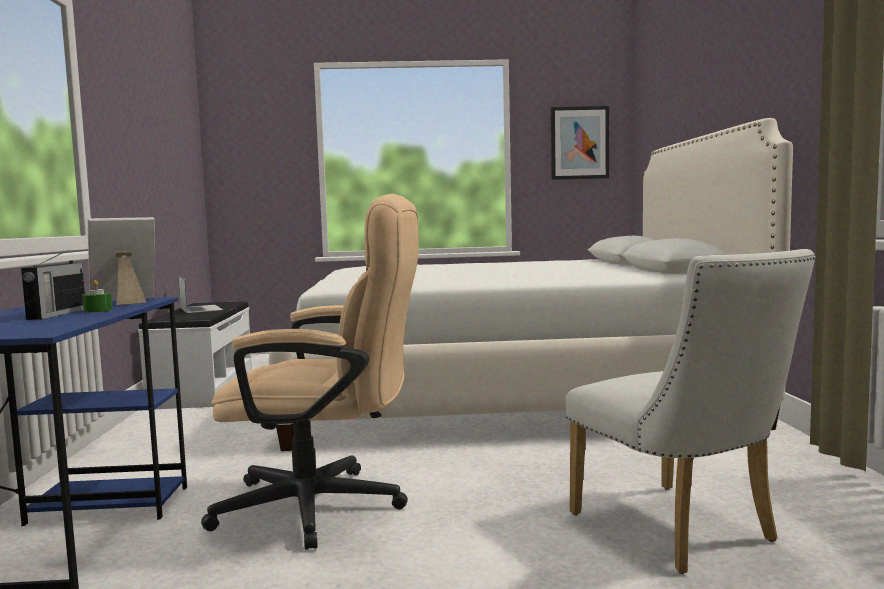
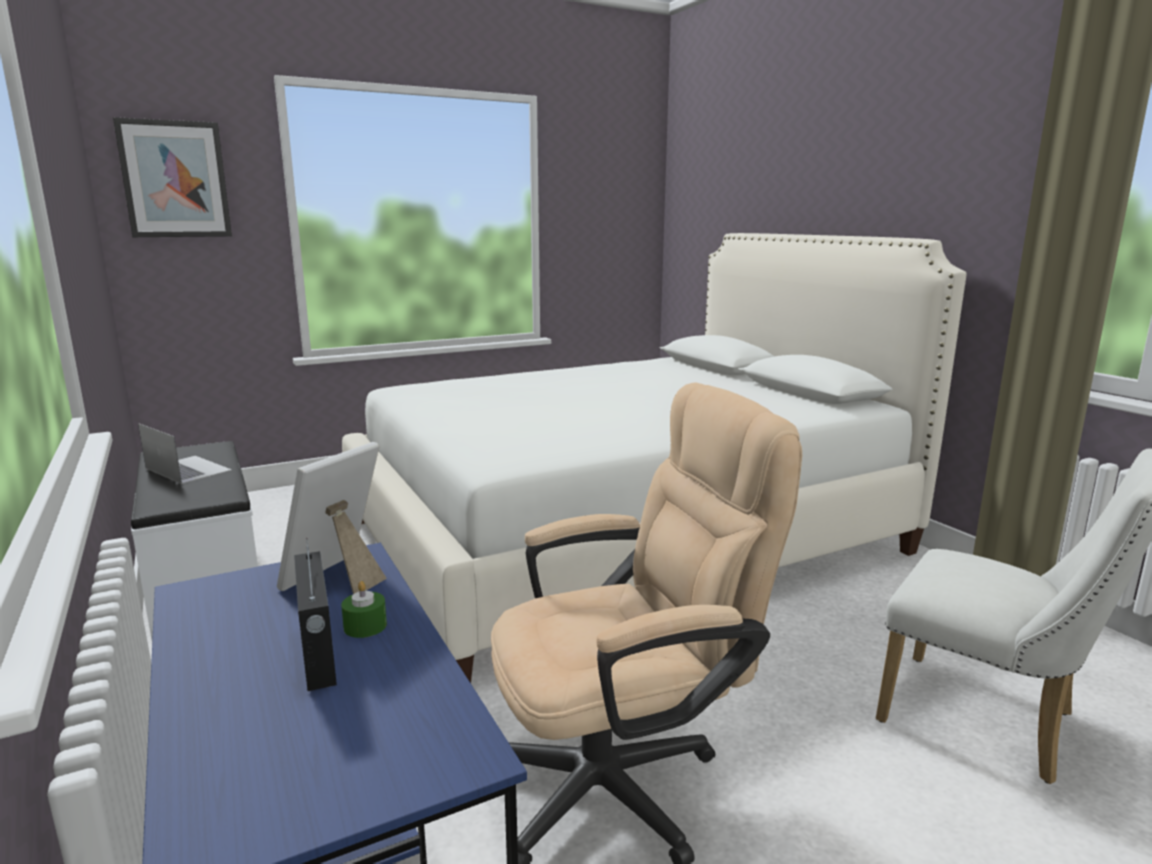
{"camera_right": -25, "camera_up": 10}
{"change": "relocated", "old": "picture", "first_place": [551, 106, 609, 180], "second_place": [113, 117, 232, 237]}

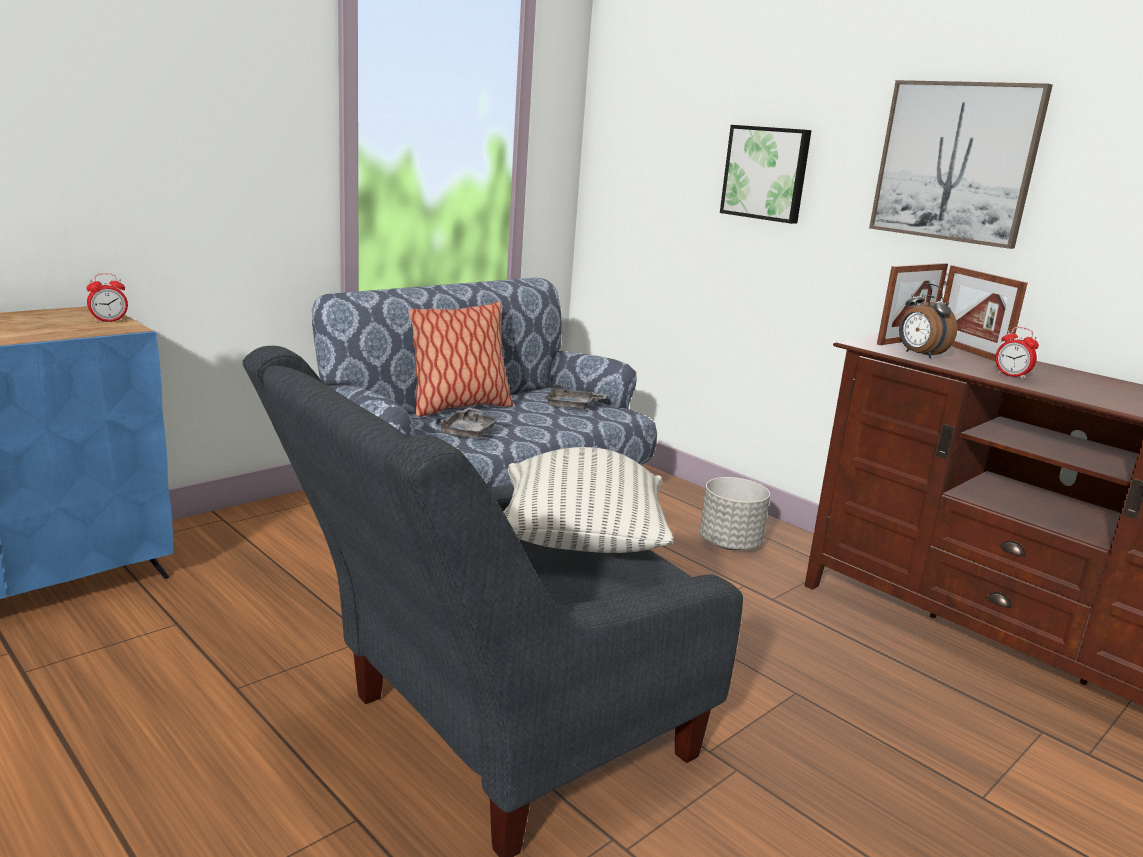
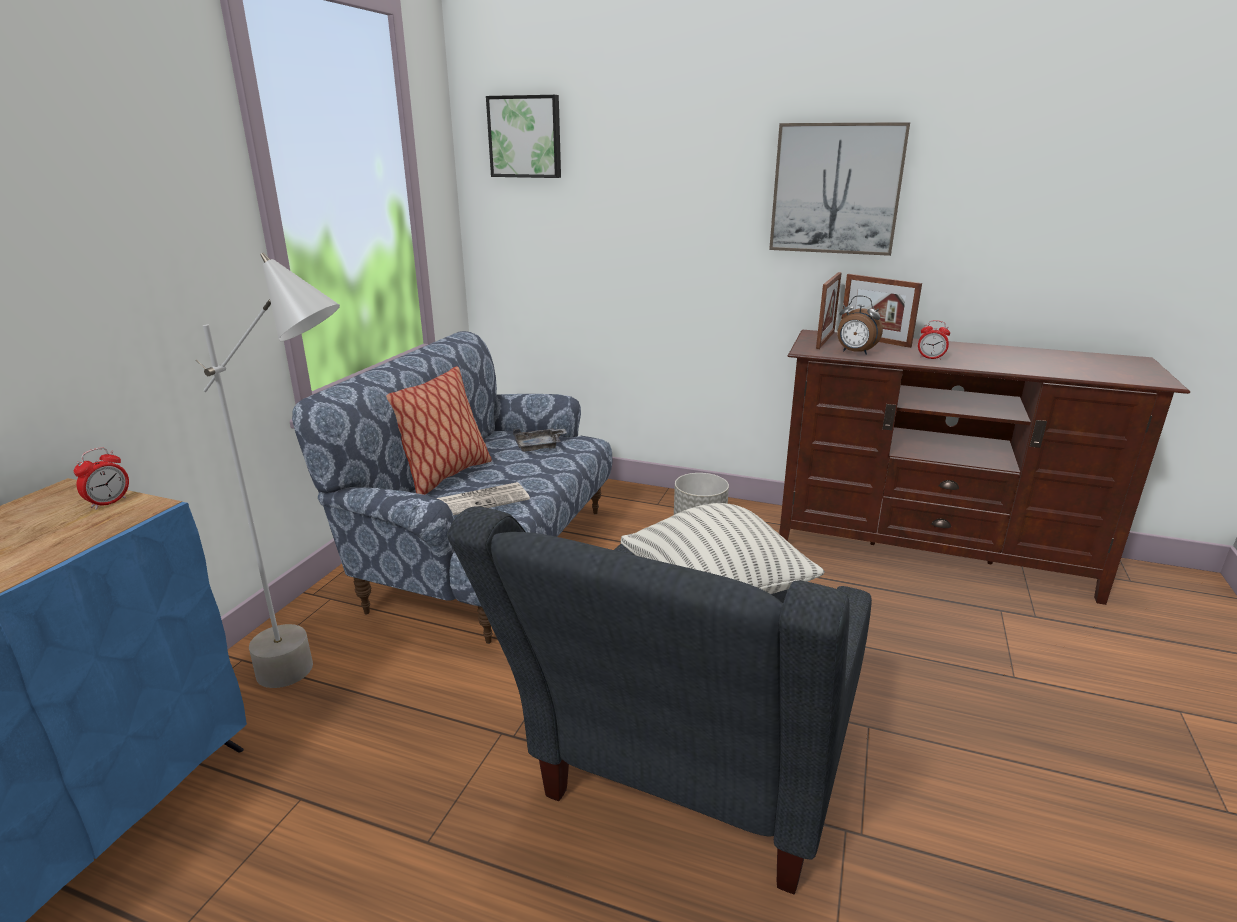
{"camera_right": -25, "camera_up": 5}
{"change": "relocated", "old": "picture", "first_place": [720, 125, 812, 224], "second_place": [486, 95, 561, 178]}
{"change": "exchanged", "old": "serving tray/greyish", "new": "newspaper", "first_place": [436, 407, 501, 438], "second_place": [436, 482, 530, 516]}
{"change": "appeared", "new": "floor lamp/greyish", "second_place": [196, 253, 340, 688]}

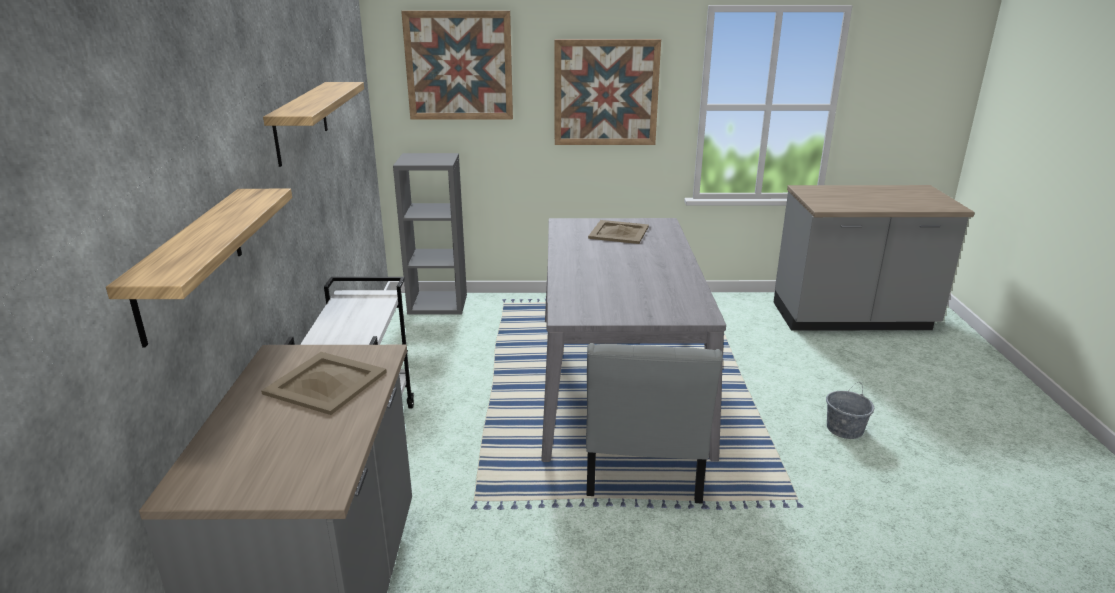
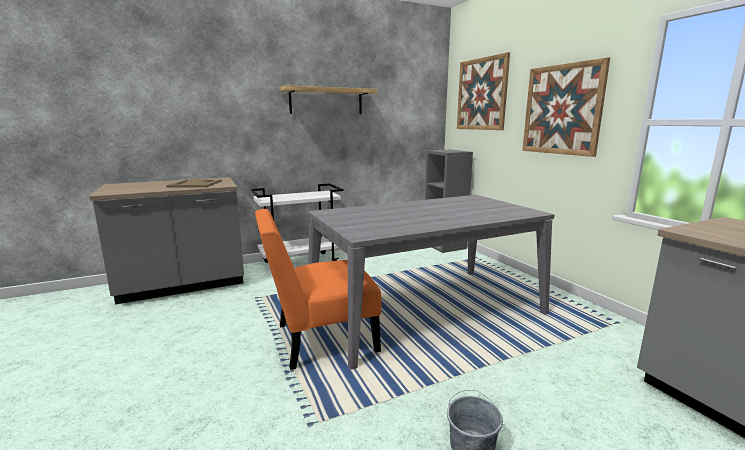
{"camera_right": 65, "camera_up": -10}
{"change": "missing", "old": "bracket shelf", "first_place": [106, 189, 292, 348]}
{"change": "missing", "old": "serving tray/sand-coloured", "first_place": [588, 220, 649, 244]}
{"change": "colour", "old": "plain chair/greyish", "new": "plain chair/orange-coloured", "first_place": [586, 343, 722, 504], "second_place": [255, 209, 381, 370]}

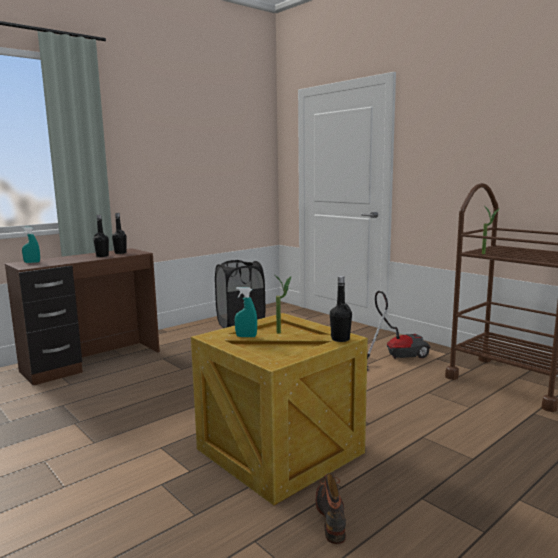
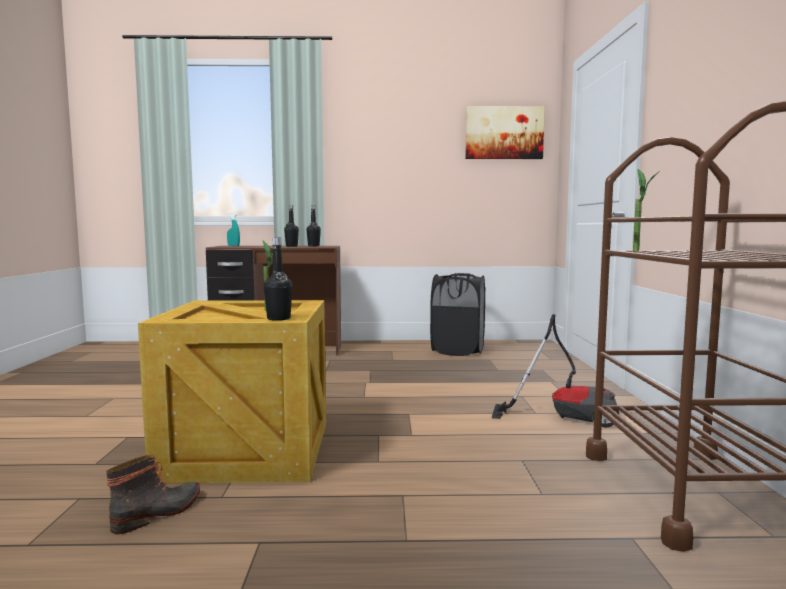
{"camera_right": 40, "camera_up": -5}
{"change": "missing", "old": "hand sprayer/turquoise-coloured", "first_place": [235, 287, 257, 337]}
{"change": "appeared", "new": "picture", "second_place": [465, 106, 545, 159]}

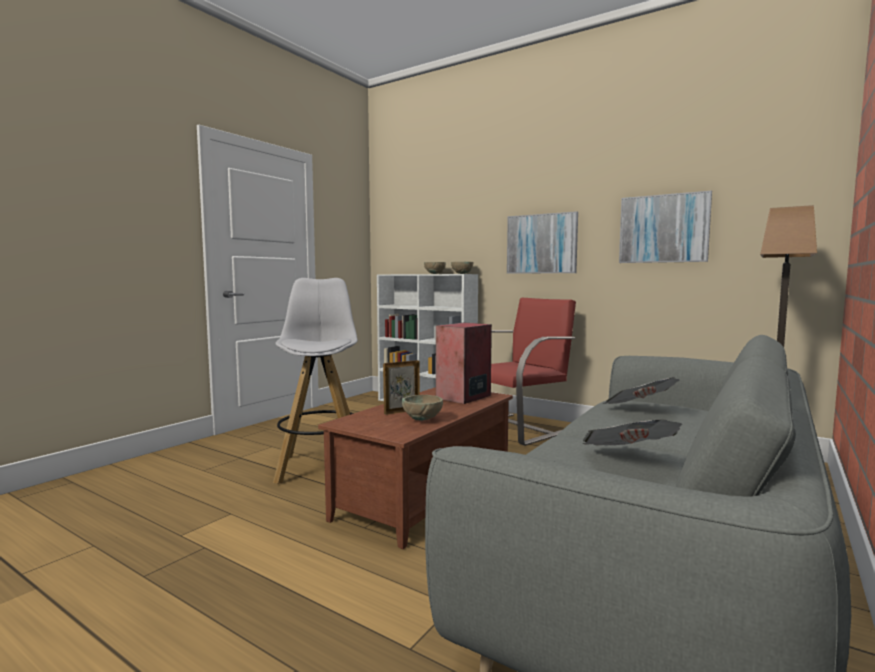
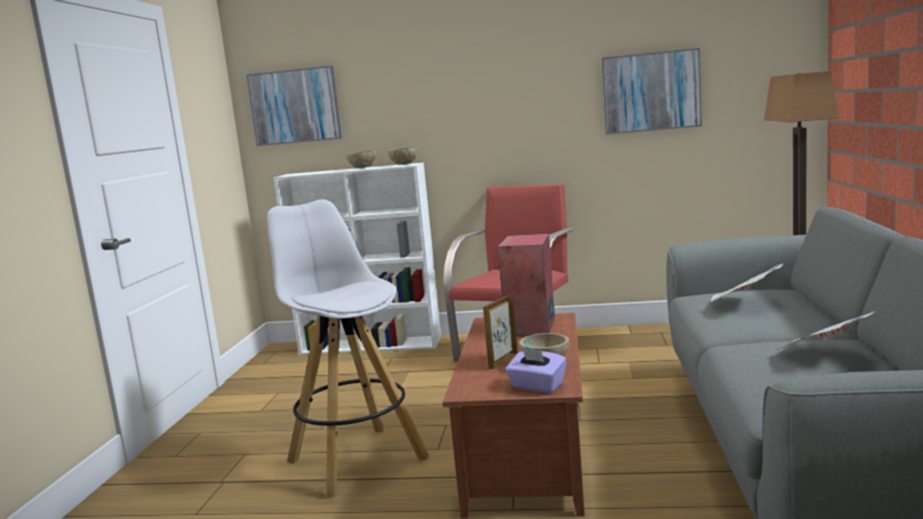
{"camera_right": -25, "camera_up": 5}
{"change": "relocated", "old": "picture", "first_place": [507, 211, 578, 274], "second_place": [247, 66, 342, 146]}
{"change": "appeared", "new": "tissue box/purple-coloured", "second_place": [506, 347, 567, 393]}

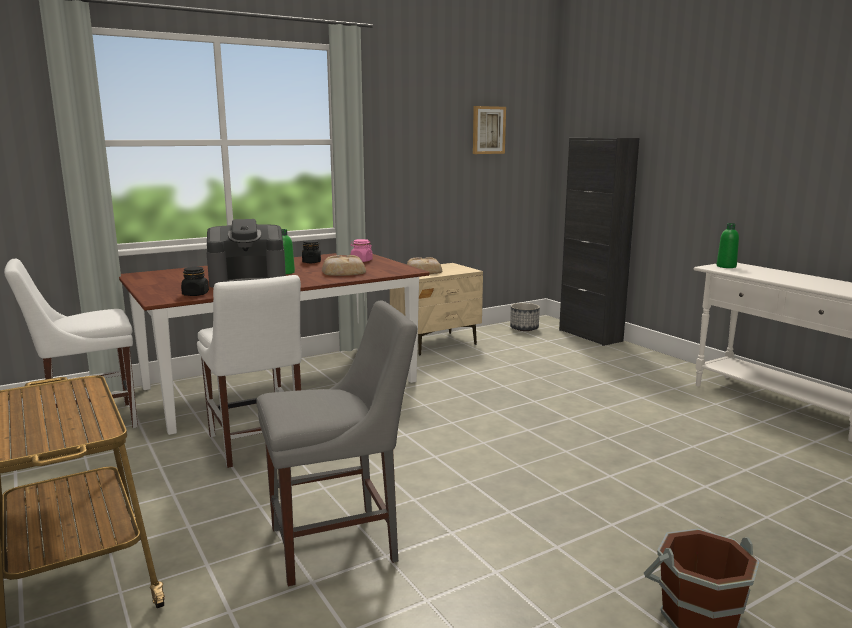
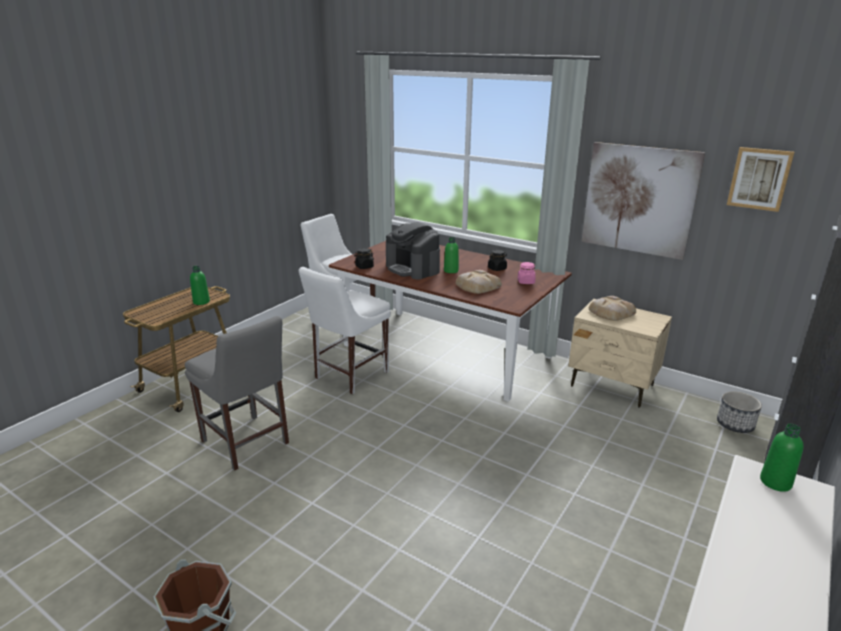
{"camera_right": 65, "camera_up": 10}
{"change": "appeared", "new": "picture", "second_place": [582, 142, 705, 260]}
{"change": "appeared", "new": "beverage bottle/green", "second_place": [190, 266, 210, 305]}

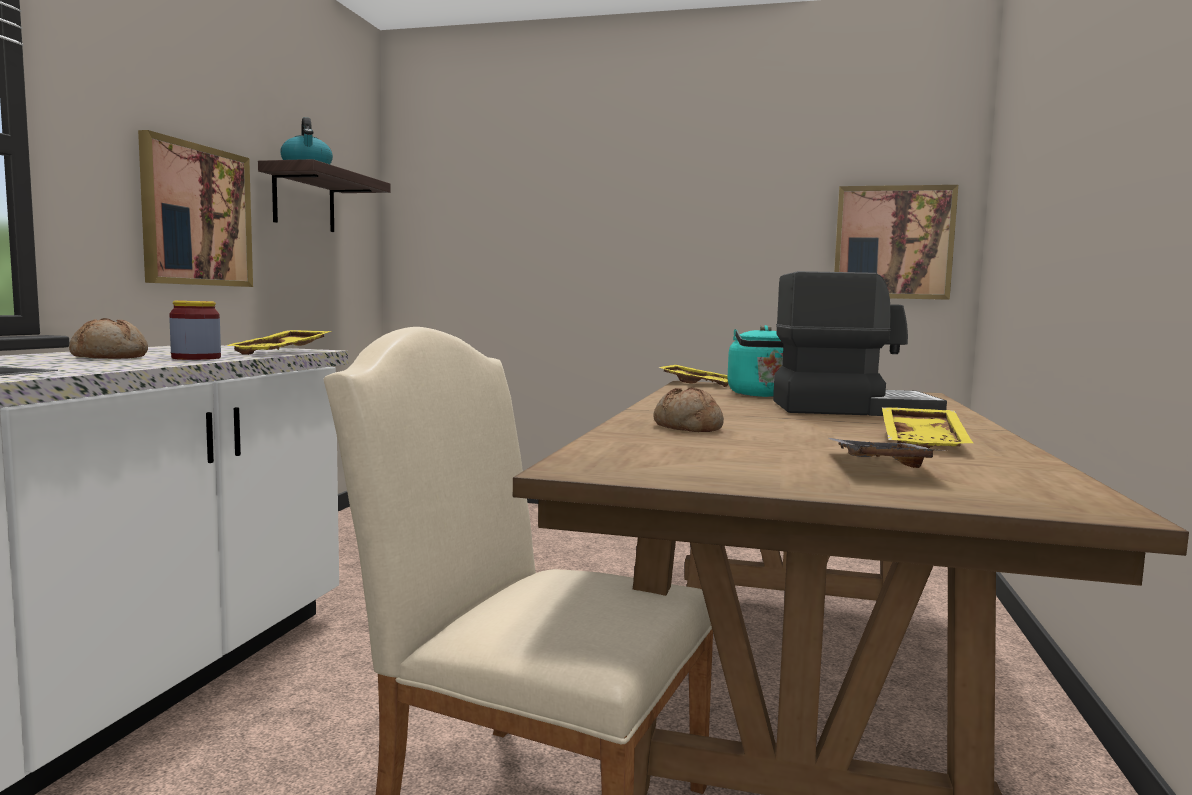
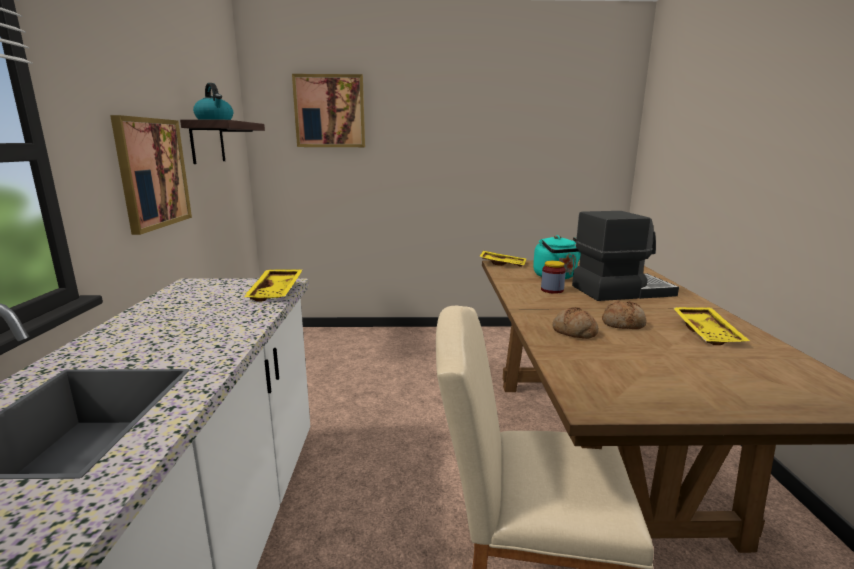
{"camera_right": -15, "camera_up": 10}
{"change": "relocated", "old": "picture", "first_place": [834, 185, 958, 300], "second_place": [292, 74, 365, 147]}
{"change": "relocated", "old": "jar", "first_place": [169, 301, 221, 360], "second_place": [541, 261, 566, 294]}
{"change": "relocated", "old": "bakery bread", "first_place": [69, 318, 148, 359], "second_place": [602, 301, 646, 329]}
{"change": "missing", "old": "serving tray/greyish", "first_place": [829, 438, 948, 468]}

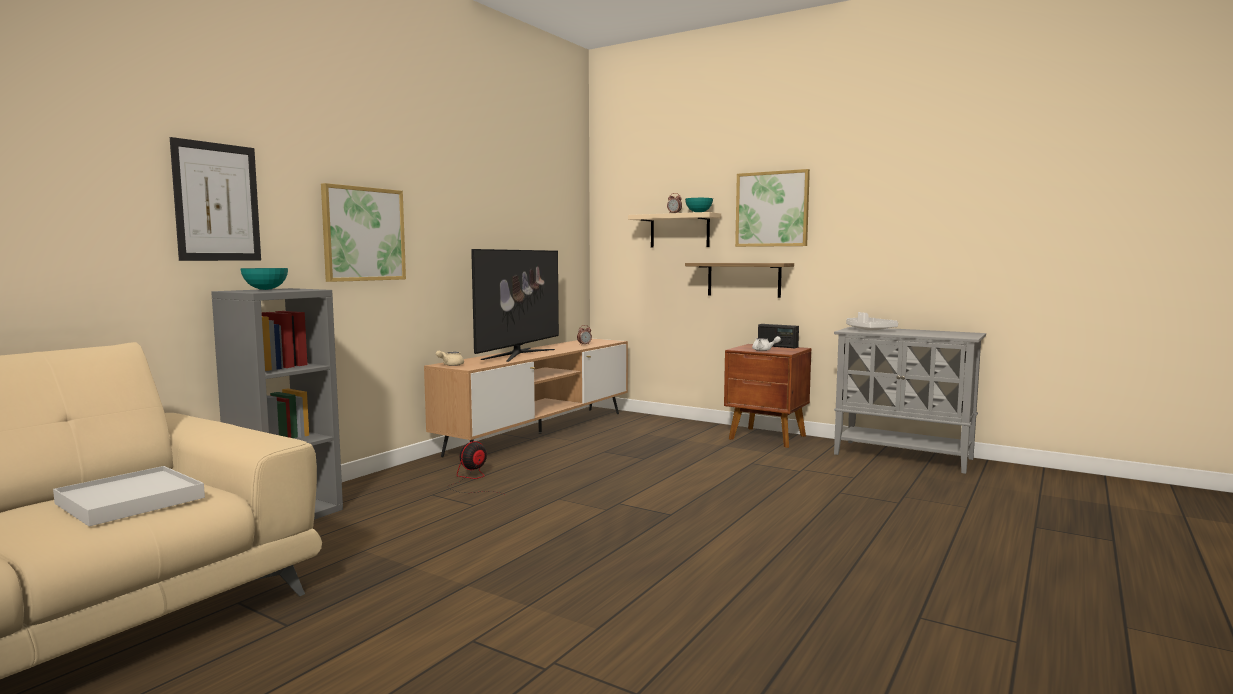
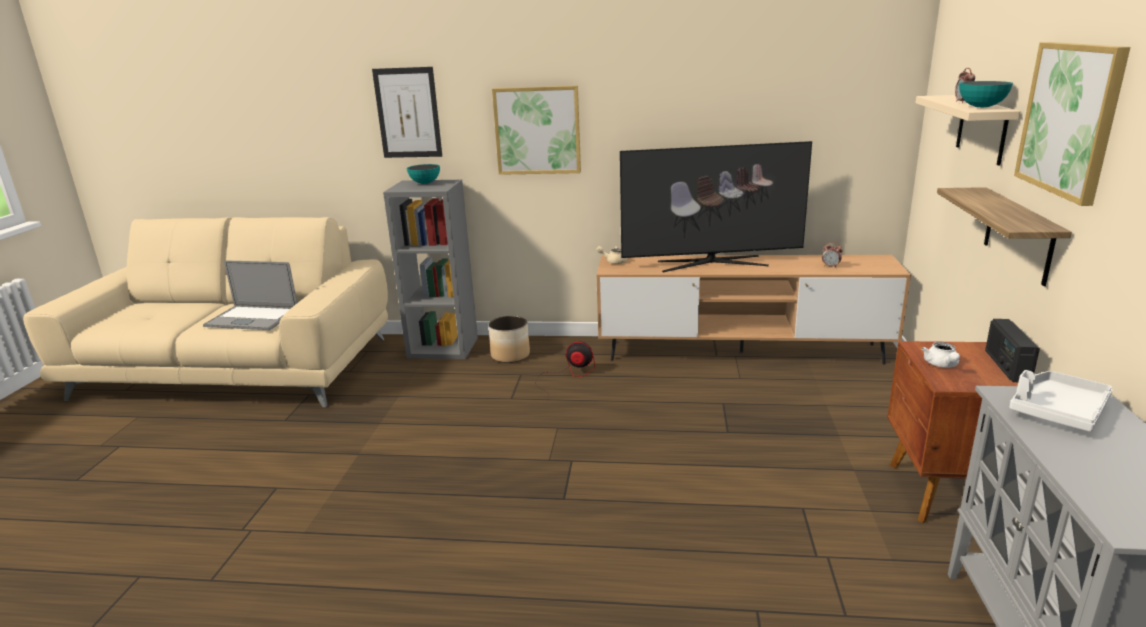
{"camera_right": 65, "camera_up": 15}
{"change": "exchanged", "old": "serving tray/white-coloured", "new": "portable computer", "first_place": [53, 466, 205, 526], "second_place": [203, 260, 297, 330]}
{"change": "appeared", "new": "plant pot", "second_place": [488, 316, 530, 363]}

